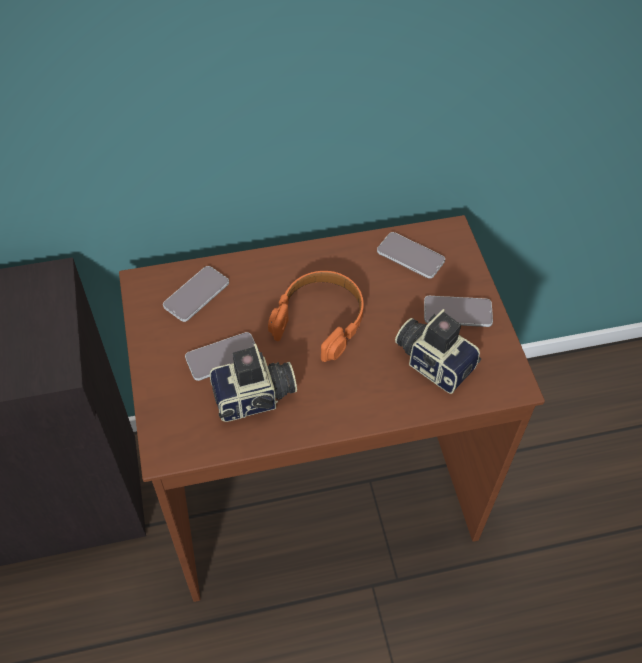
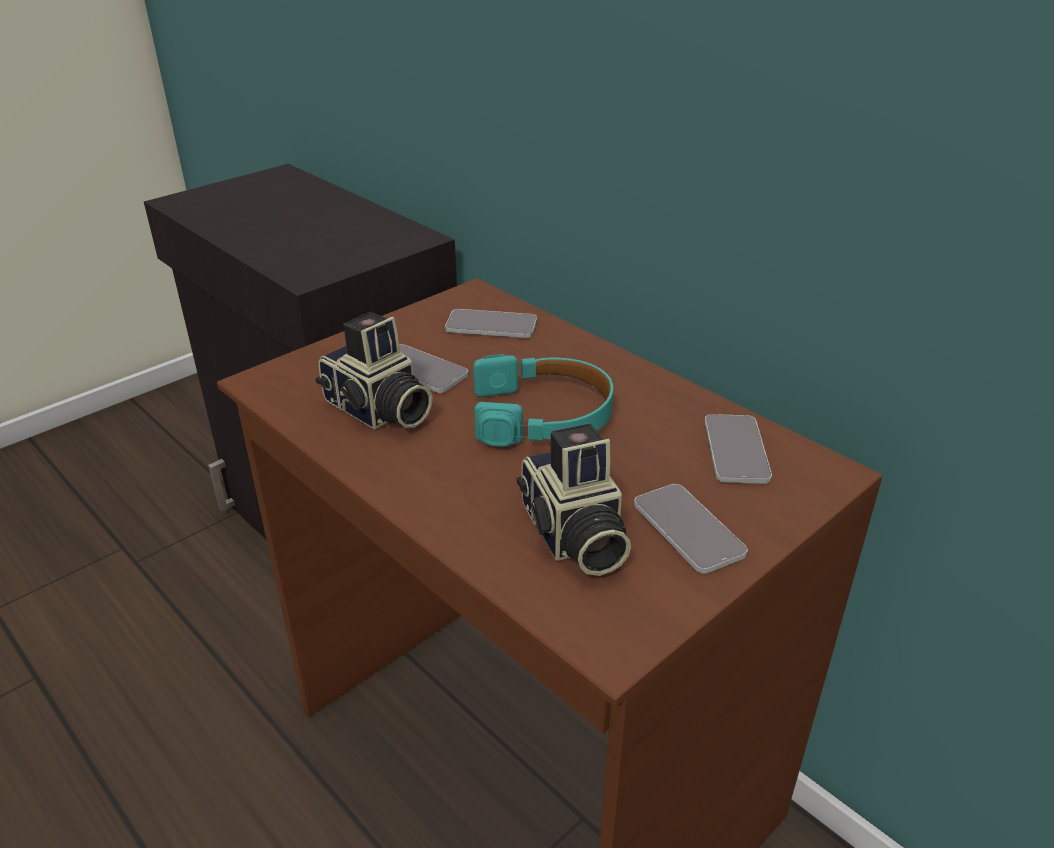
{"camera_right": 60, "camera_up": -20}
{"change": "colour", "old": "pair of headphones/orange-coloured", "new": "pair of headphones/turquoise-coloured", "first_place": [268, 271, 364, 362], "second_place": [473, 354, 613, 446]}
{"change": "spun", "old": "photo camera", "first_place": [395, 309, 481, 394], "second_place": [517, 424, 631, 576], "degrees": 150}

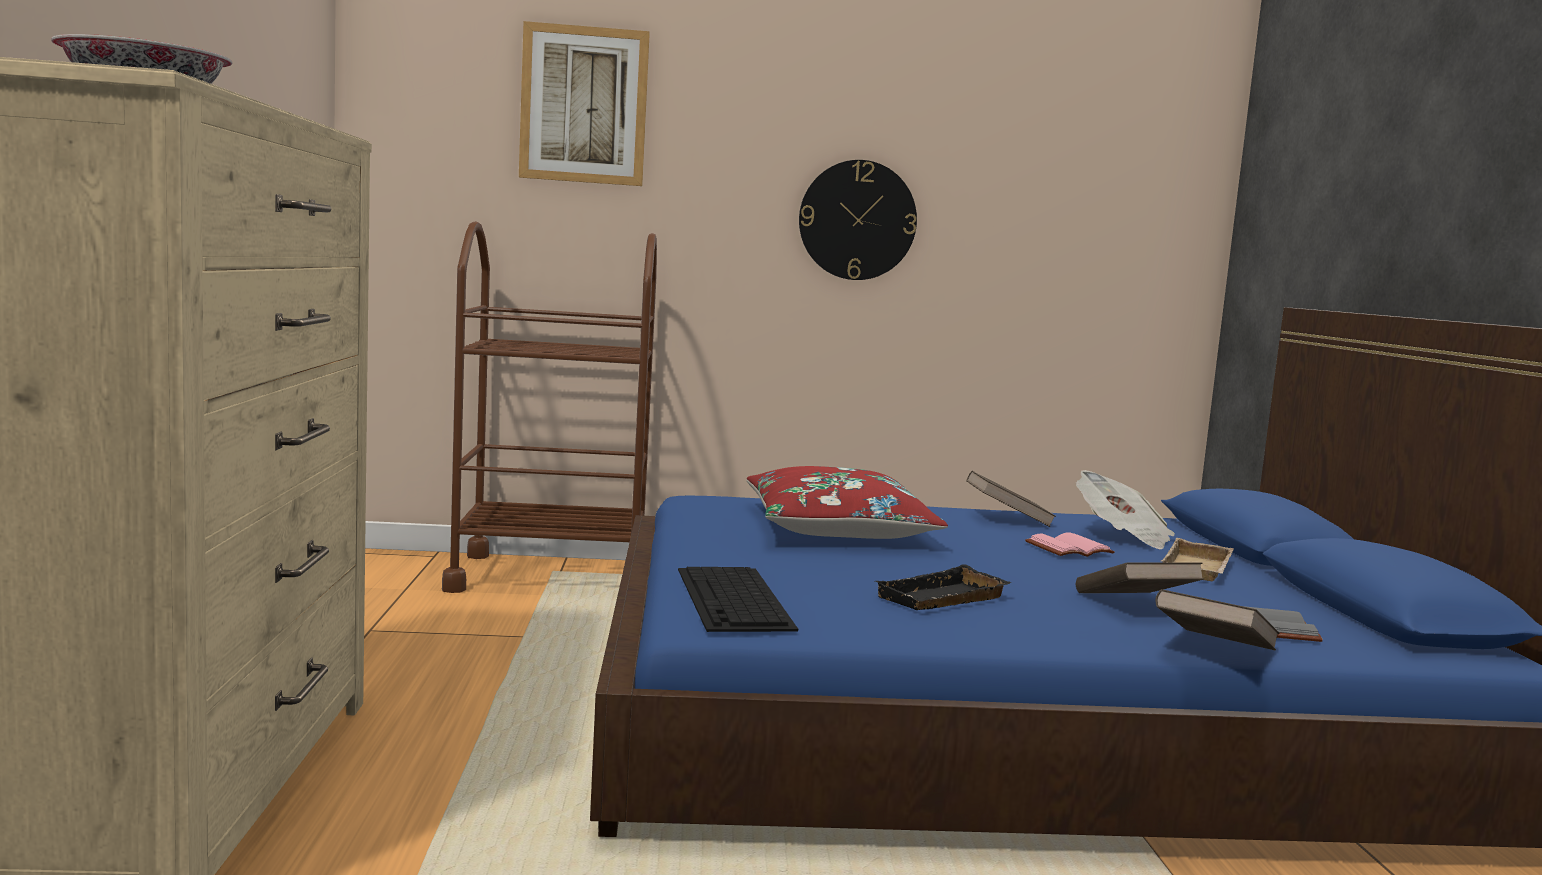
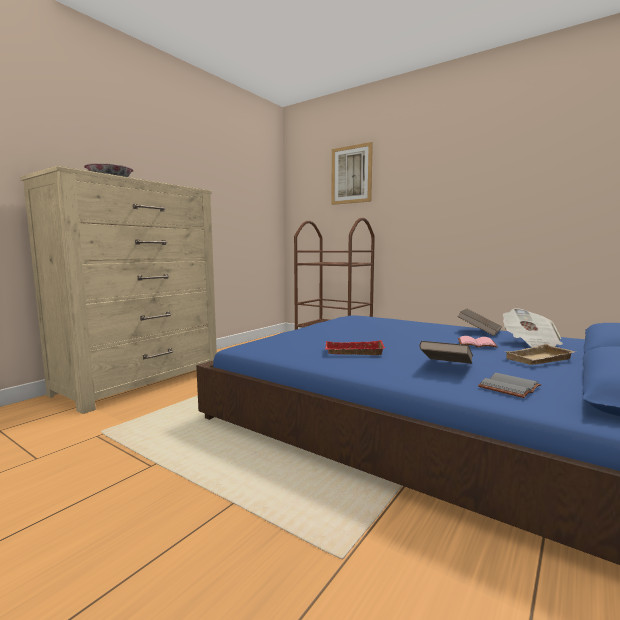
{"camera_right": 40, "camera_up": 0}
{"change": "missing", "old": "wall clock", "first_place": [799, 160, 917, 280]}
{"change": "missing", "old": "cushion/red", "first_place": [747, 466, 948, 539]}
{"change": "colour", "old": "serving tray/black-coloured", "new": "serving tray/red", "first_place": [875, 564, 1011, 610], "second_place": [325, 340, 385, 355]}
{"change": "missing", "old": "keyboard", "first_place": [678, 567, 798, 632]}
{"change": "missing", "old": "book/brownish", "first_place": [1155, 589, 1280, 651]}

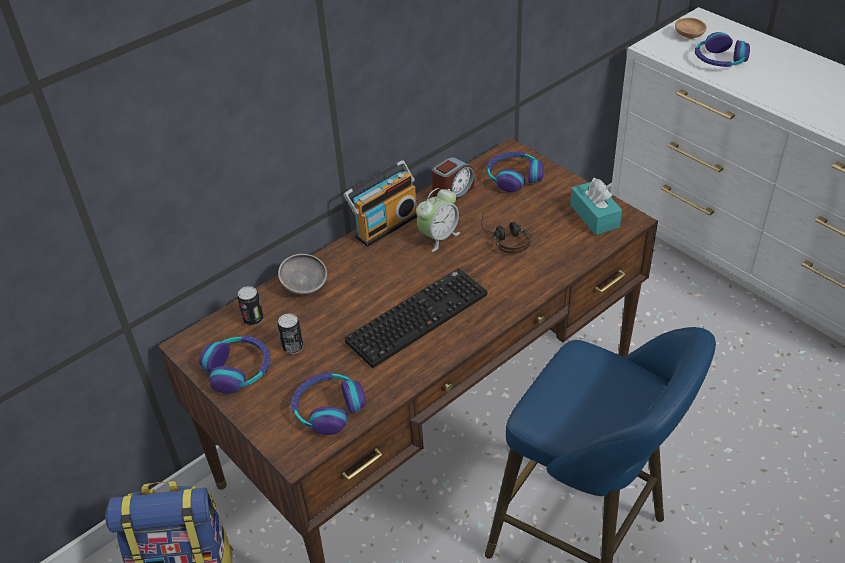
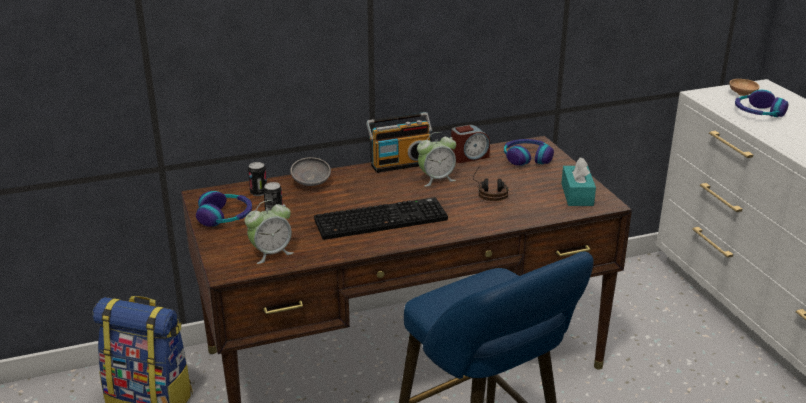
{"camera_right": 20, "camera_up": -15}
{"change": "exchanged", "old": "pair of headphones", "new": "bedside clock", "first_place": [291, 373, 366, 435], "second_place": [245, 200, 294, 264]}

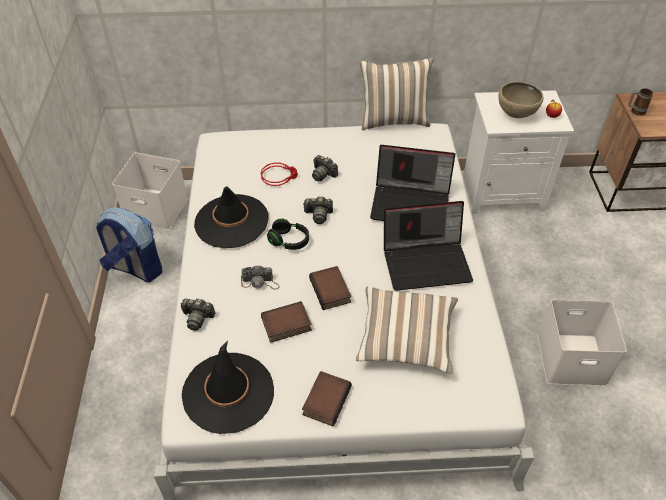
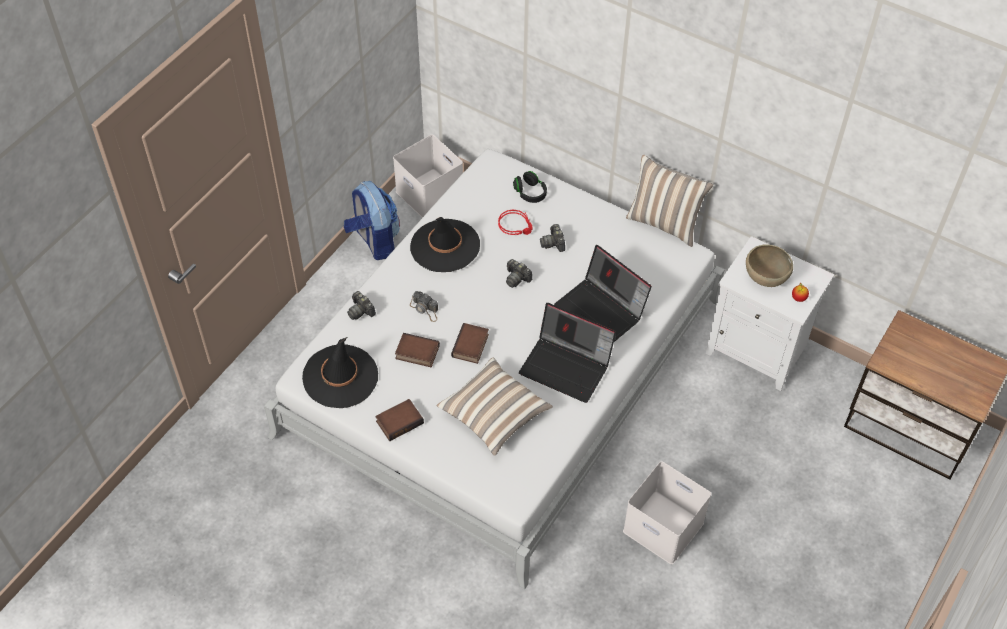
{"camera_right": 35, "camera_up": 5}
{"change": "missing", "old": "mug", "first_place": [629, 88, 653, 116]}
{"change": "relocated", "old": "pair of headphones/black-coloured", "first_place": [267, 218, 309, 250], "second_place": [513, 171, 547, 203]}

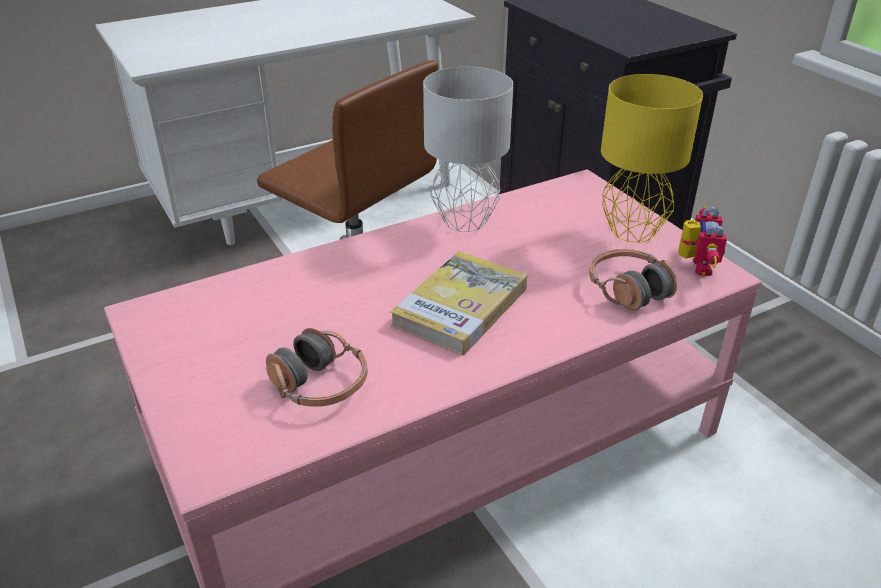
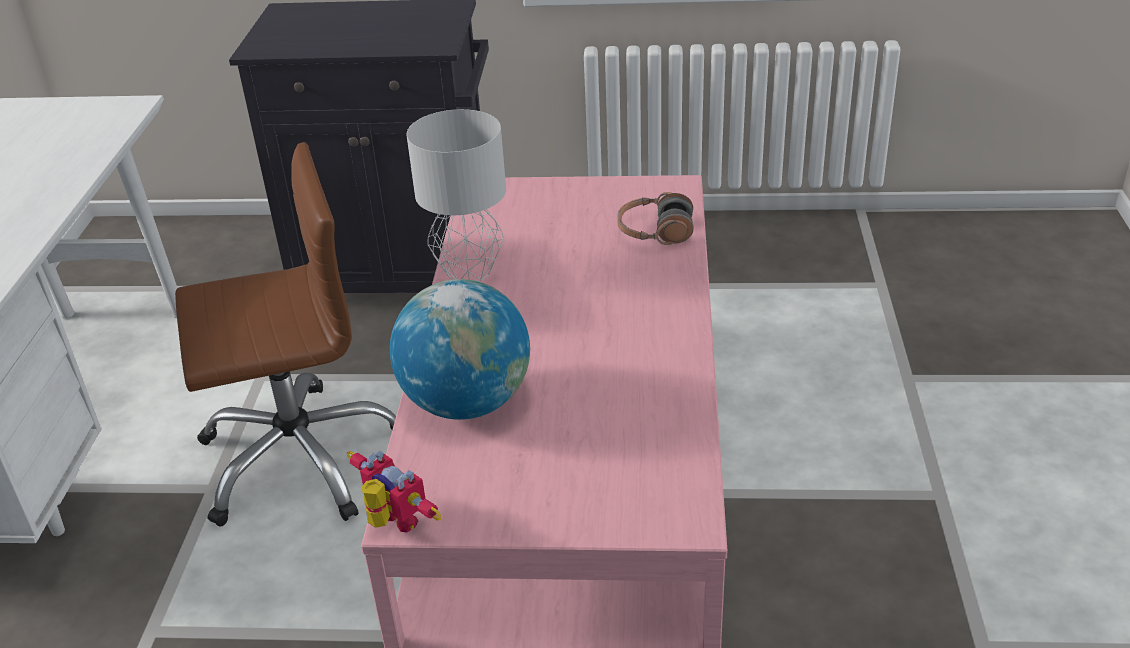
{"camera_right": -55, "camera_up": 0}
{"change": "missing", "old": "table lamp/yellowish", "first_place": [601, 74, 703, 243]}
{"change": "relocated", "old": "robot figure", "first_place": [678, 206, 727, 276], "second_place": [347, 451, 442, 532]}
{"change": "missing", "old": "book", "first_place": [390, 251, 527, 355]}
{"change": "missing", "old": "pair of headphones", "first_place": [266, 328, 368, 407]}
{"change": "appeared", "new": "desk globe", "second_place": [390, 279, 530, 420]}

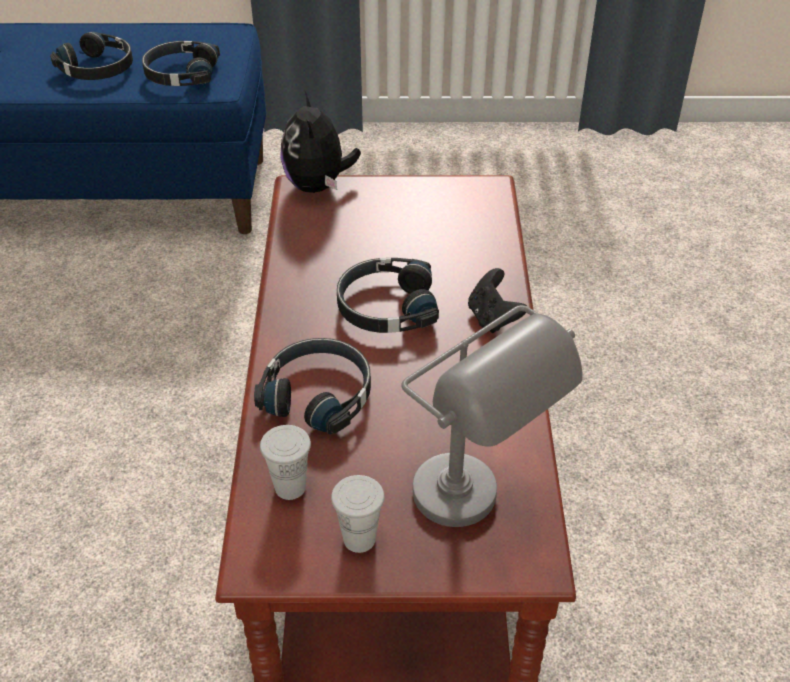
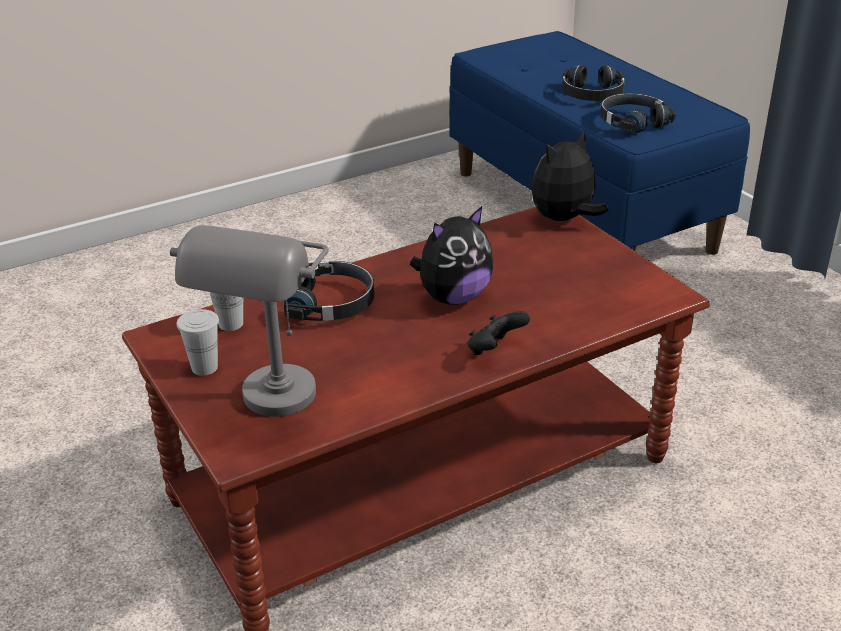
{"camera_right": 60, "camera_up": -10}
{"change": "exchanged", "old": "pair of headphones/black-coloured", "new": "soft toy", "first_place": [337, 258, 439, 333], "second_place": [410, 206, 493, 305]}

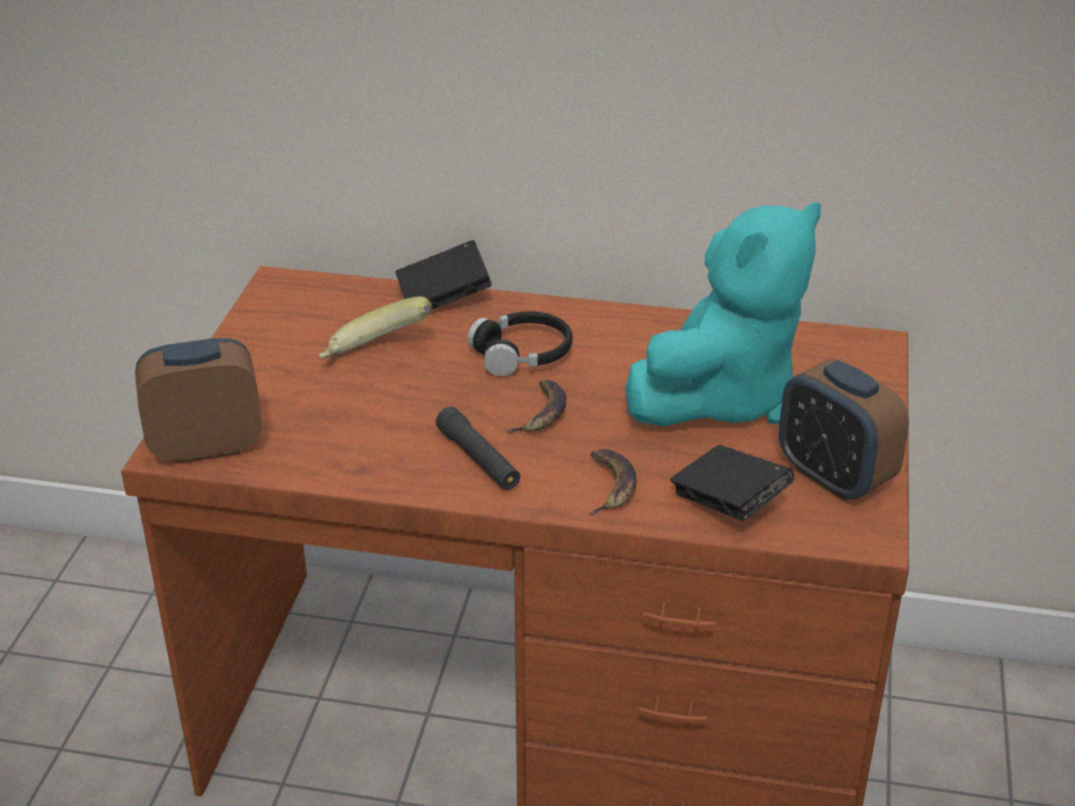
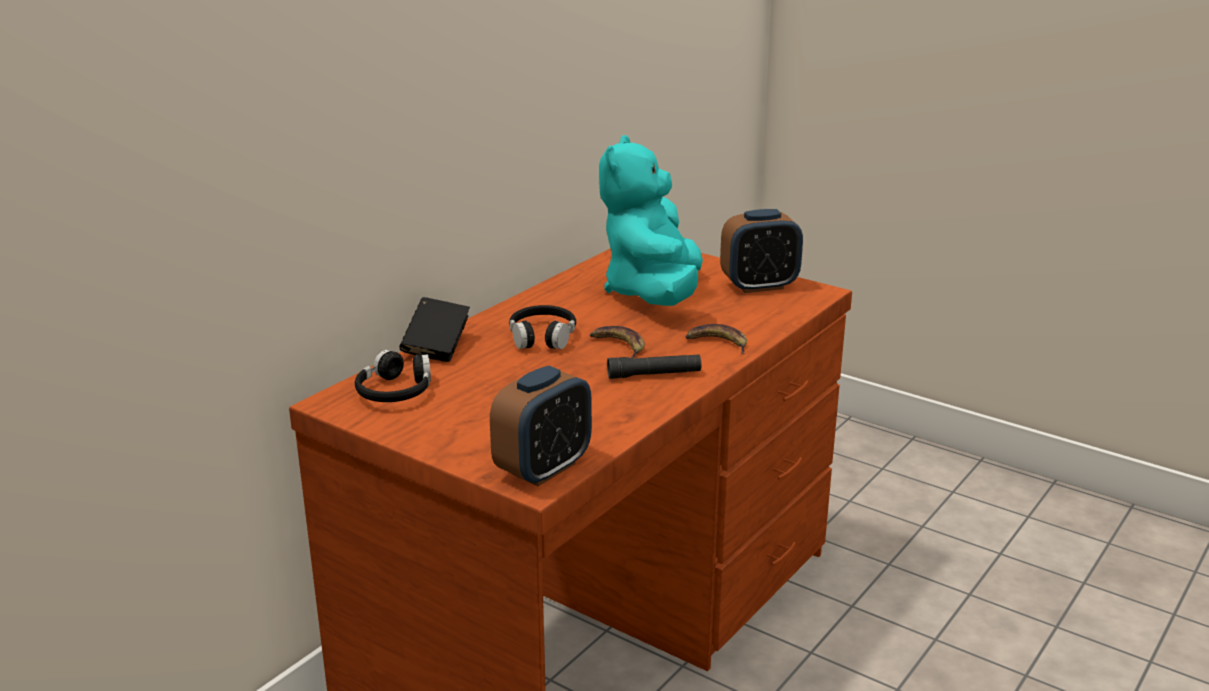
{"camera_right": -65, "camera_up": -10}
{"change": "spun", "old": "soft toy/turquoise-coloured", "first_place": [625, 202, 821, 426], "second_place": [599, 135, 703, 306], "degrees": -150}
{"change": "missing", "old": "banana", "first_place": [319, 297, 433, 359]}
{"change": "spun", "old": "bedside clock", "first_place": [135, 338, 262, 463], "second_place": [490, 366, 592, 486], "degrees": -150}
{"change": "missing", "old": "book/black-coloured", "first_place": [670, 445, 794, 521]}
{"change": "appeared", "new": "pair of headphones/black-coloured", "second_place": [355, 350, 431, 402]}

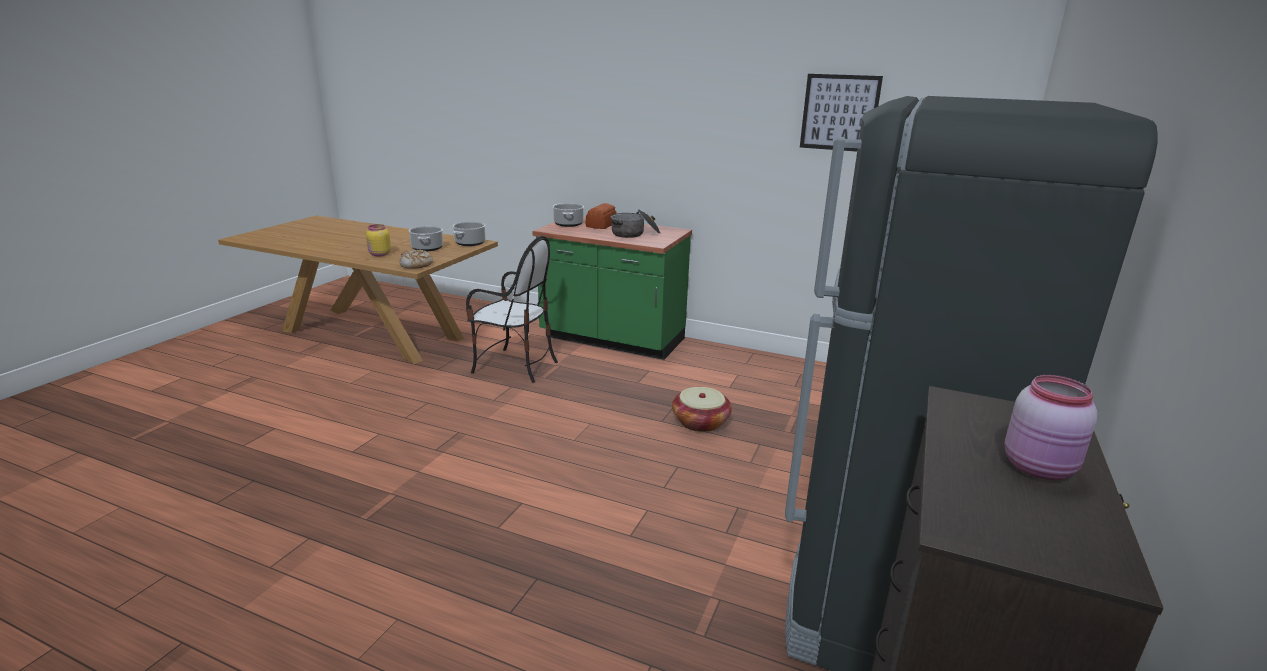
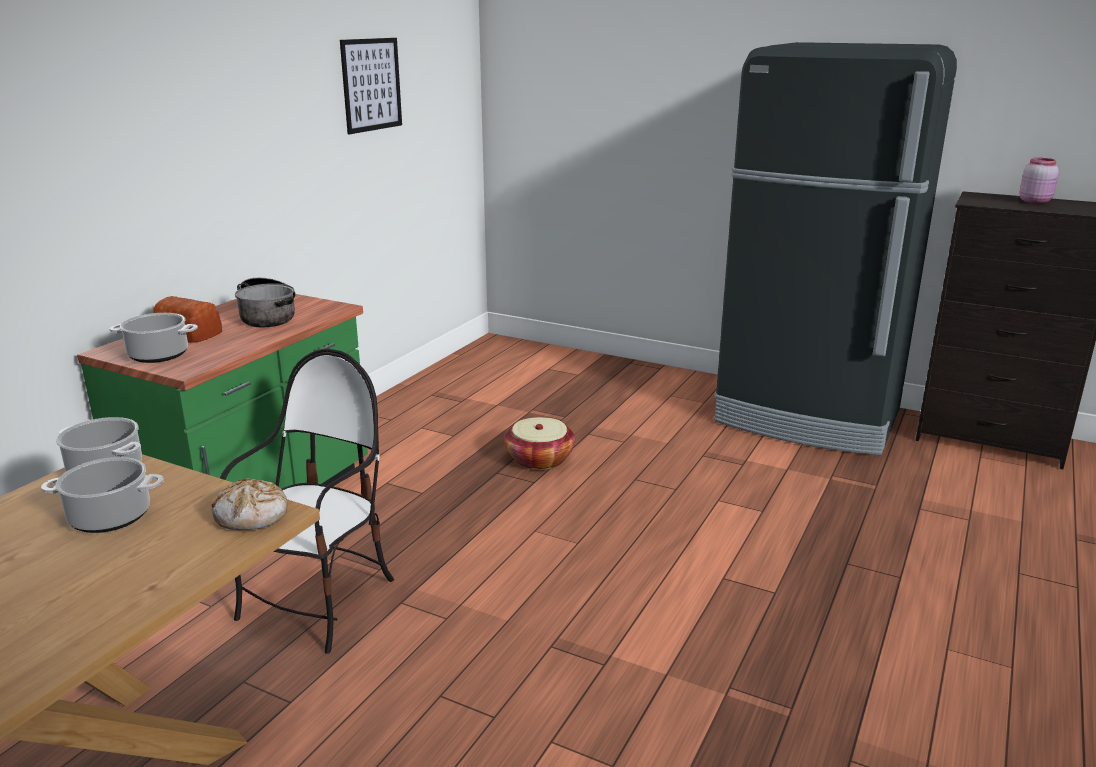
{"camera_right": -85, "camera_up": 0}
{"change": "missing", "old": "jar/yellowish", "first_place": [366, 224, 391, 257]}

